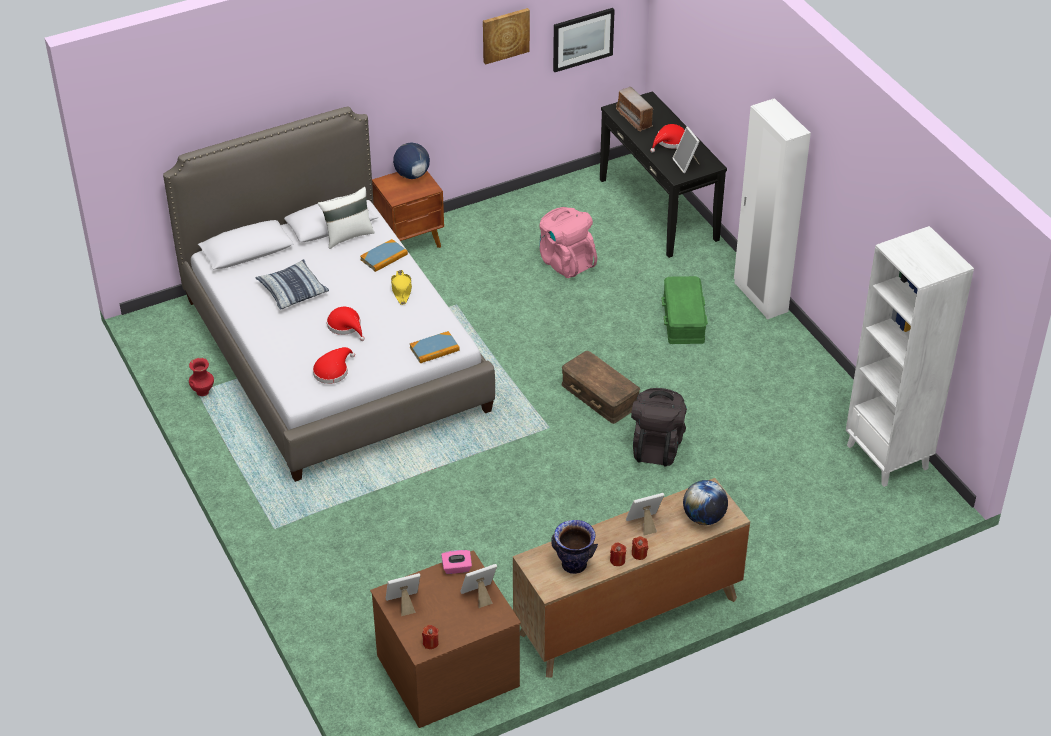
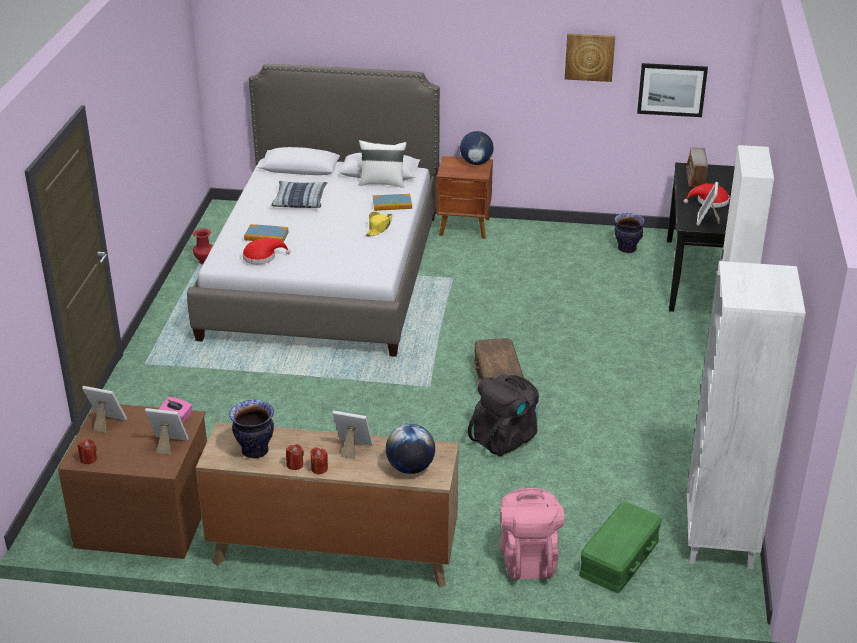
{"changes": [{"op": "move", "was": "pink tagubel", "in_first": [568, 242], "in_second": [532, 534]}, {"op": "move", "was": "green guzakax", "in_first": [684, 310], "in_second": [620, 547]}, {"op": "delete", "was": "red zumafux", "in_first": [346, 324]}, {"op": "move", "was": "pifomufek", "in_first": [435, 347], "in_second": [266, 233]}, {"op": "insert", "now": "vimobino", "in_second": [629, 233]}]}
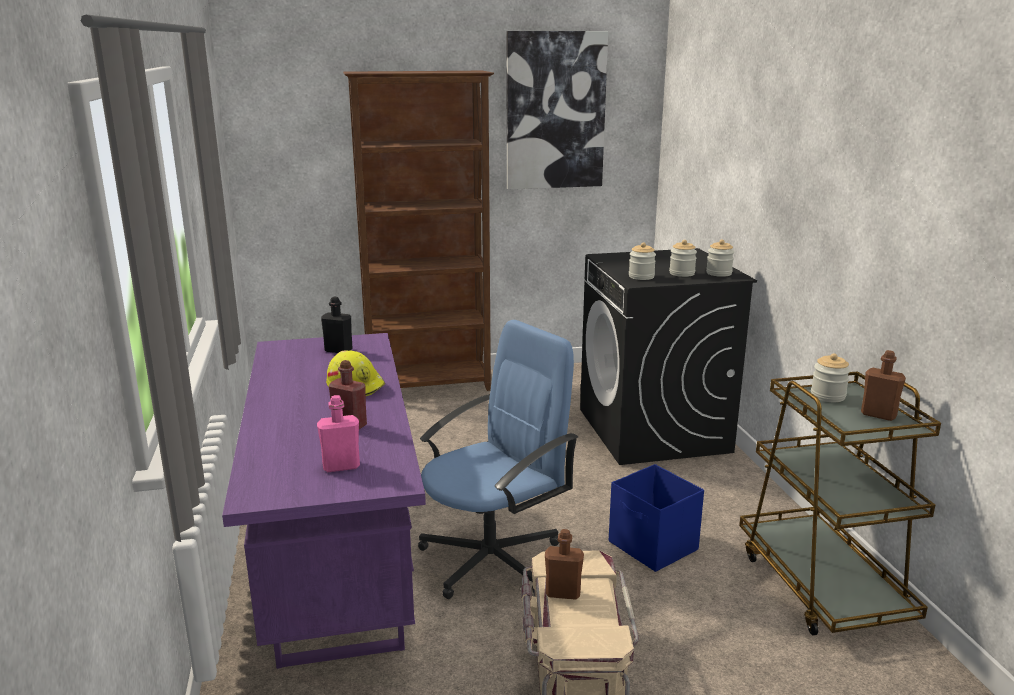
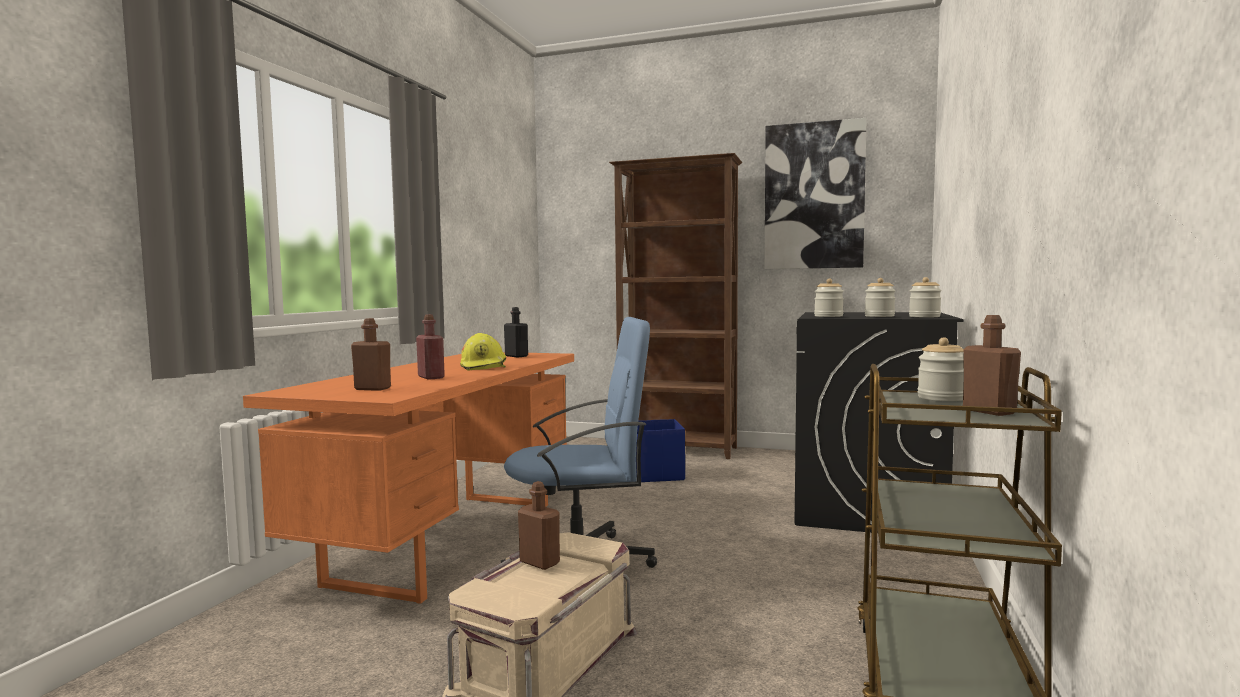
{"changes": [{"op": "recolor", "was": "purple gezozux", "now": "orange gezozux", "in_first": [324, 501], "in_second": [408, 478]}, {"op": "recolor", "was": "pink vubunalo", "now": "brown vubunalo", "in_first": [338, 433], "in_second": [371, 354]}, {"op": "move", "was": "blue guzakax", "in_first": [656, 518], "in_second": [660, 450]}]}
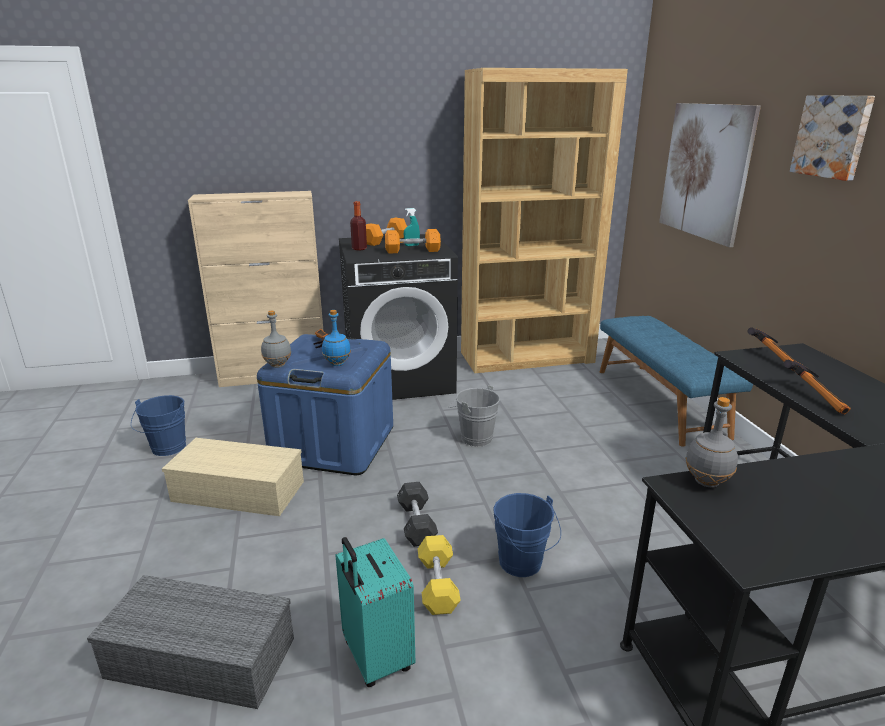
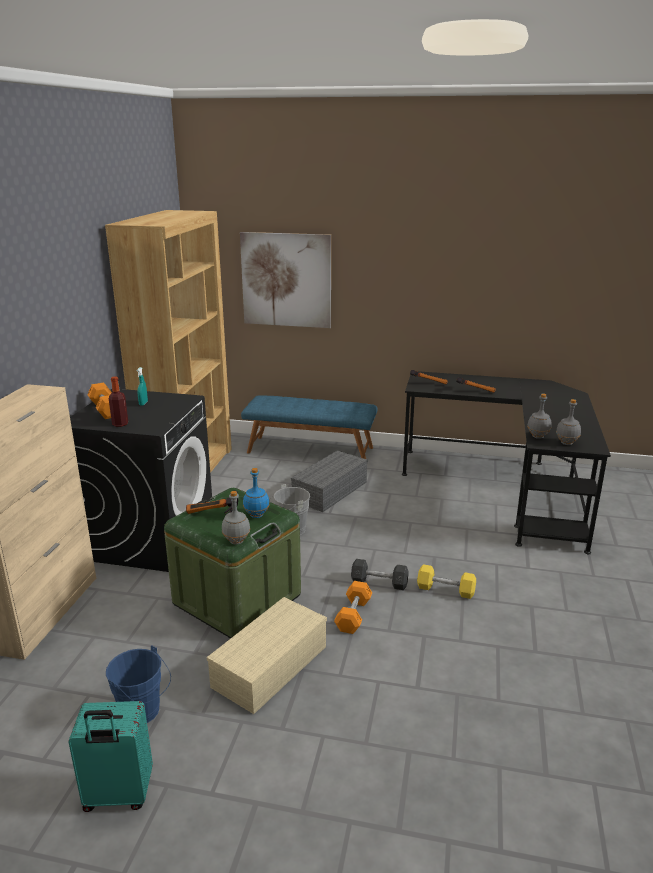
{"changes": [{"op": "delete", "was": "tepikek", "in_first": [832, 138]}, {"op": "move", "was": "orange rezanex", "in_first": [413, 241], "in_second": [353, 607]}, {"op": "recolor", "was": "blue guzakax", "now": "green guzakax", "in_first": [325, 404], "in_second": [232, 563]}, {"op": "delete", "was": "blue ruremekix", "in_first": [527, 535]}, {"op": "move", "was": "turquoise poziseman", "in_first": [375, 612], "in_second": [111, 756]}, {"op": "move", "was": "grey guzakax", "in_first": [190, 642], "in_second": [329, 481]}, {"op": "insert", "now": "grey vubunalo", "in_second": [568, 422]}]}
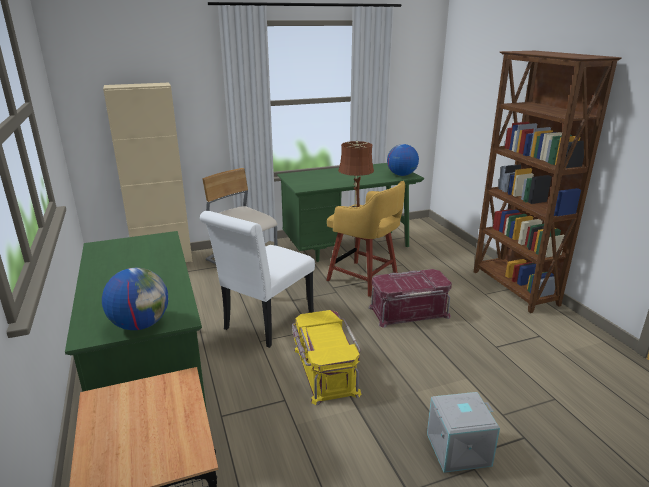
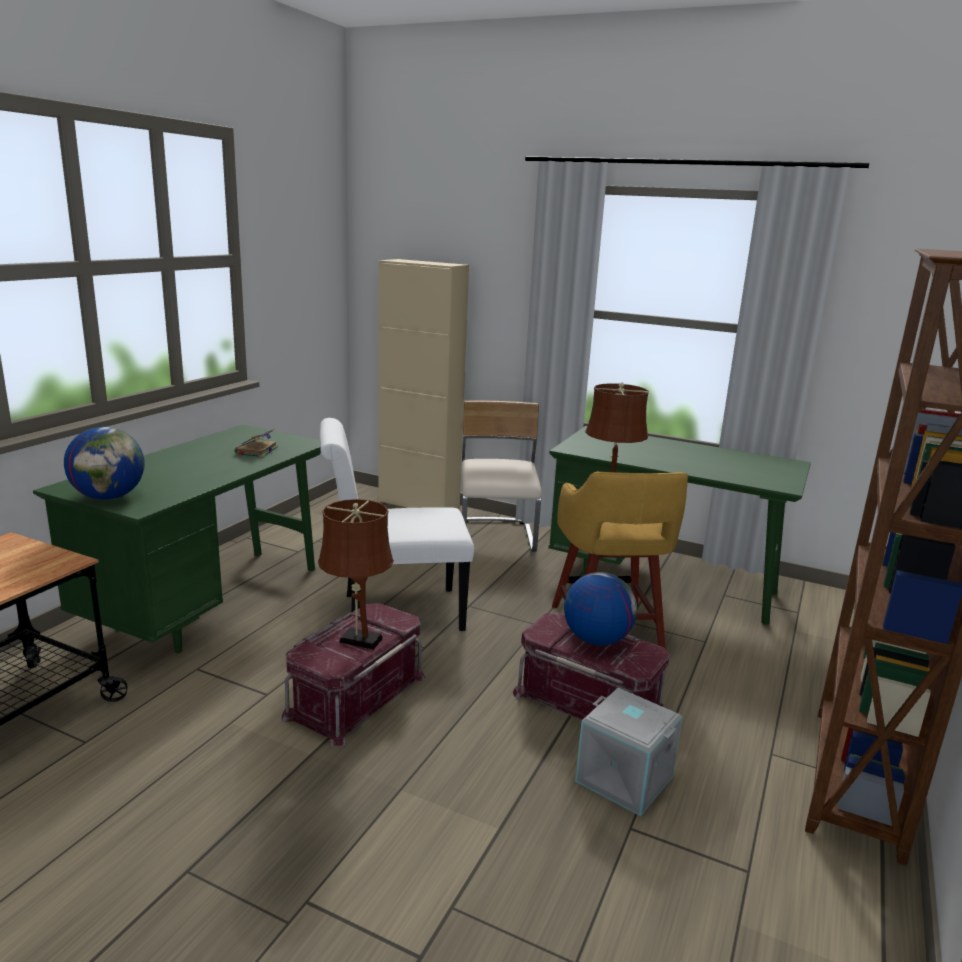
{"changes": [{"op": "move", "was": "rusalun", "in_first": [403, 160], "in_second": [600, 609]}, {"op": "recolor", "was": "yellow guzakax", "now": "red guzakax", "in_first": [327, 357], "in_second": [353, 674]}, {"op": "move", "was": "grey guzakax", "in_first": [463, 432], "in_second": [629, 752]}, {"op": "insert", "now": "pifomufek", "in_second": [256, 443]}, {"op": "insert", "now": "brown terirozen", "in_second": [356, 574]}]}
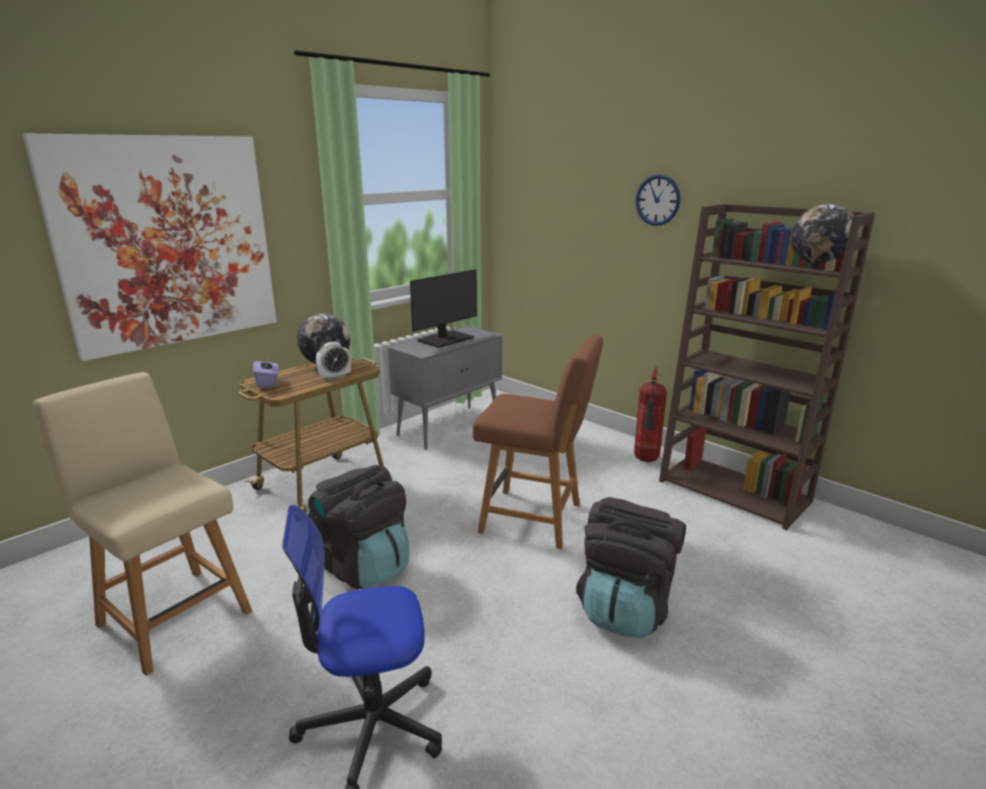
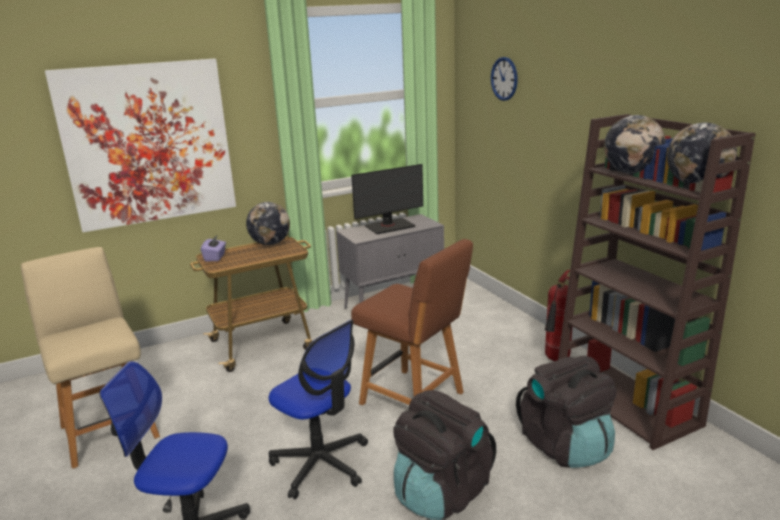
{"changes": [{"op": "move", "was": "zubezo", "in_first": [657, 200], "in_second": [504, 79]}, {"op": "delete", "was": "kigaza", "in_first": [333, 360]}, {"op": "move", "was": "black tagubel", "in_first": [359, 527], "in_second": [566, 412]}, {"op": "insert", "now": "rusalun", "in_second": [635, 144]}, {"op": "insert", "now": "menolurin", "in_second": [318, 409]}]}
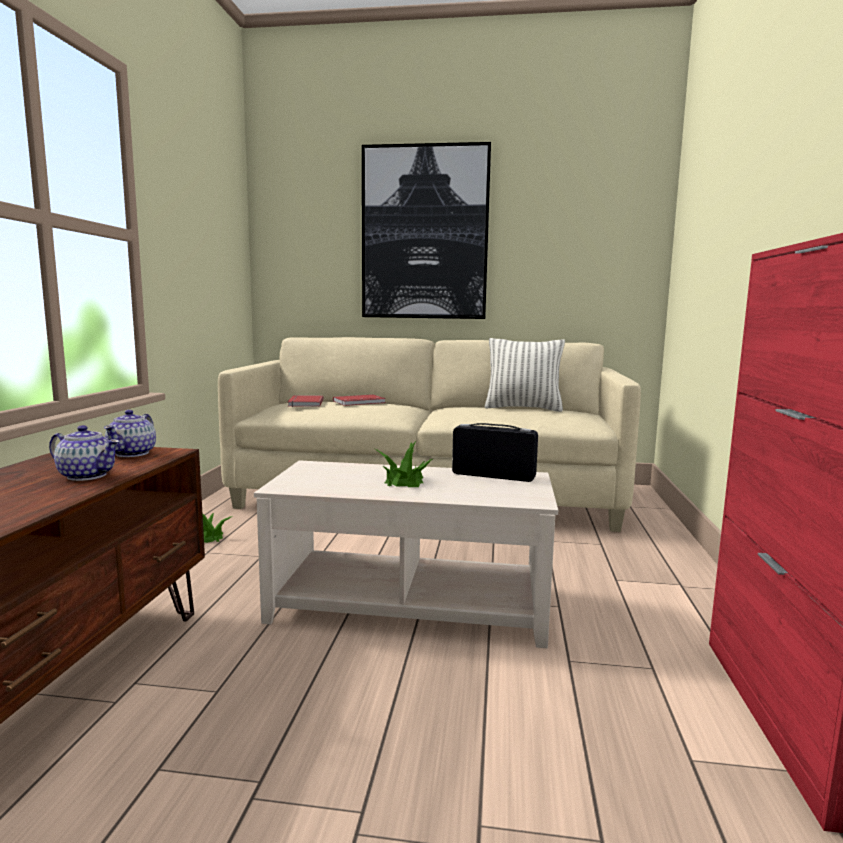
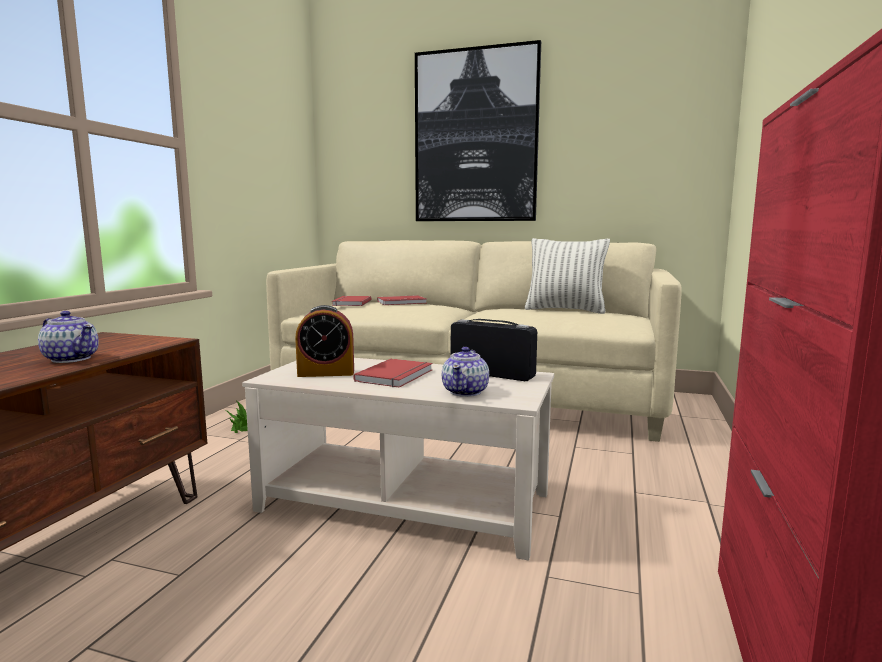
{"changes": [{"op": "move", "was": "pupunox", "in_first": [130, 433], "in_second": [465, 372]}, {"op": "replace", "was": "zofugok", "now": "red pifomufek", "in_first": [403, 464], "in_second": [392, 373]}, {"op": "insert", "now": "kigaza", "in_second": [324, 341]}]}
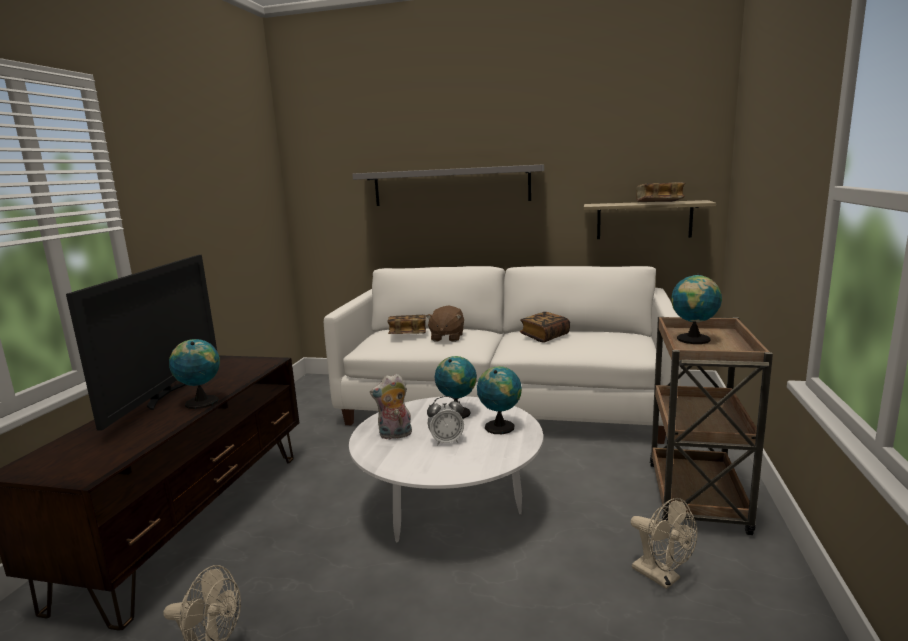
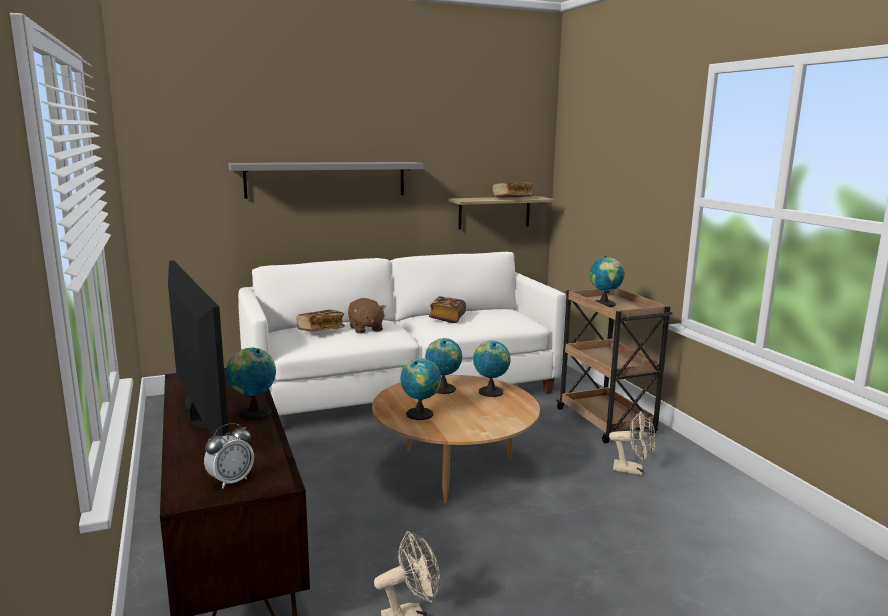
{"changes": [{"op": "replace", "was": "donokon", "now": "rusalun", "in_first": [391, 407], "in_second": [421, 389]}, {"op": "recolor", "was": "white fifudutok", "now": "brown fifudutok", "in_first": [446, 469], "in_second": [456, 439]}, {"op": "move", "was": "kigaza", "in_first": [445, 421], "in_second": [229, 456]}]}
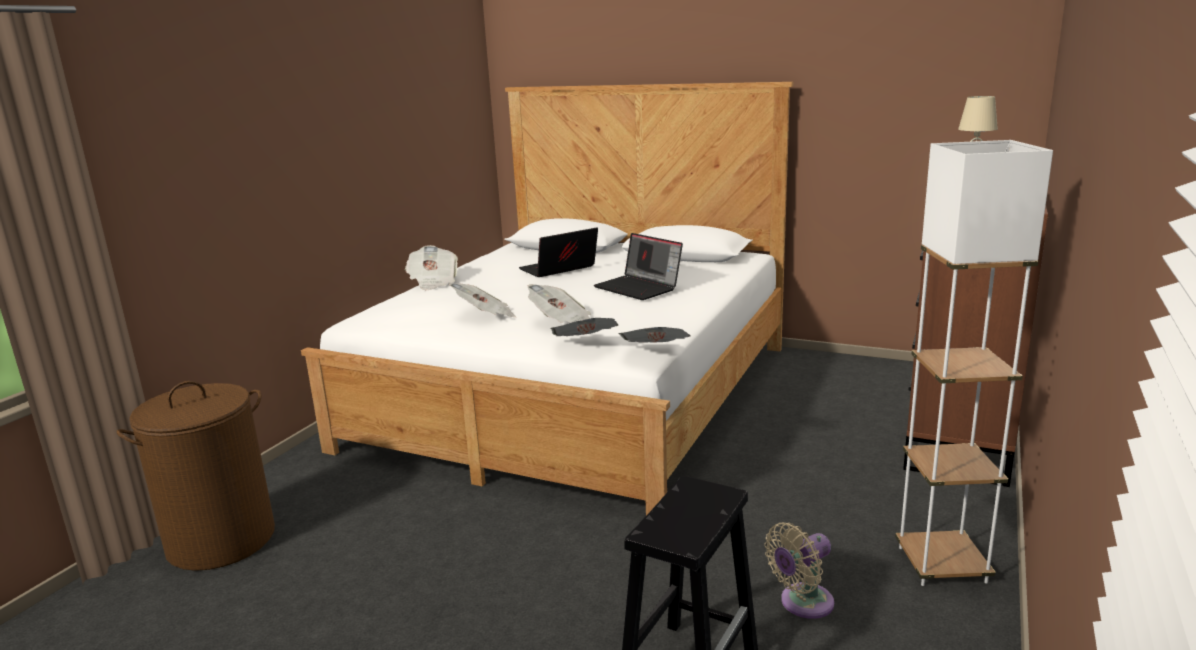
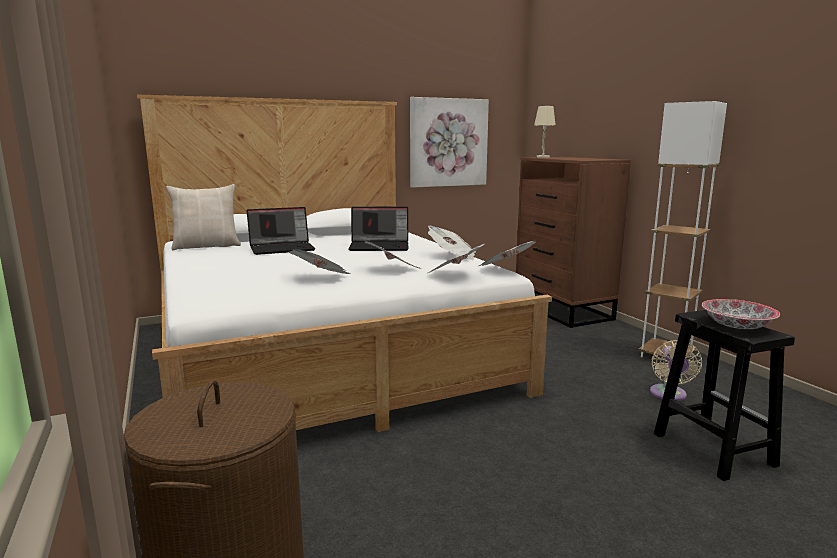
{"changes": [{"op": "rotate", "was": "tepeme", "in_first": [558, 252], "in_second": [280, 231], "clockwise": -120}, {"op": "move", "was": "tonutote", "in_first": [431, 267], "in_second": [452, 243]}, {"op": "insert", "now": "tepikek", "in_second": [449, 142]}, {"op": "insert", "now": "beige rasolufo", "in_second": [203, 217]}, {"op": "insert", "now": "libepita", "in_second": [741, 314]}]}
